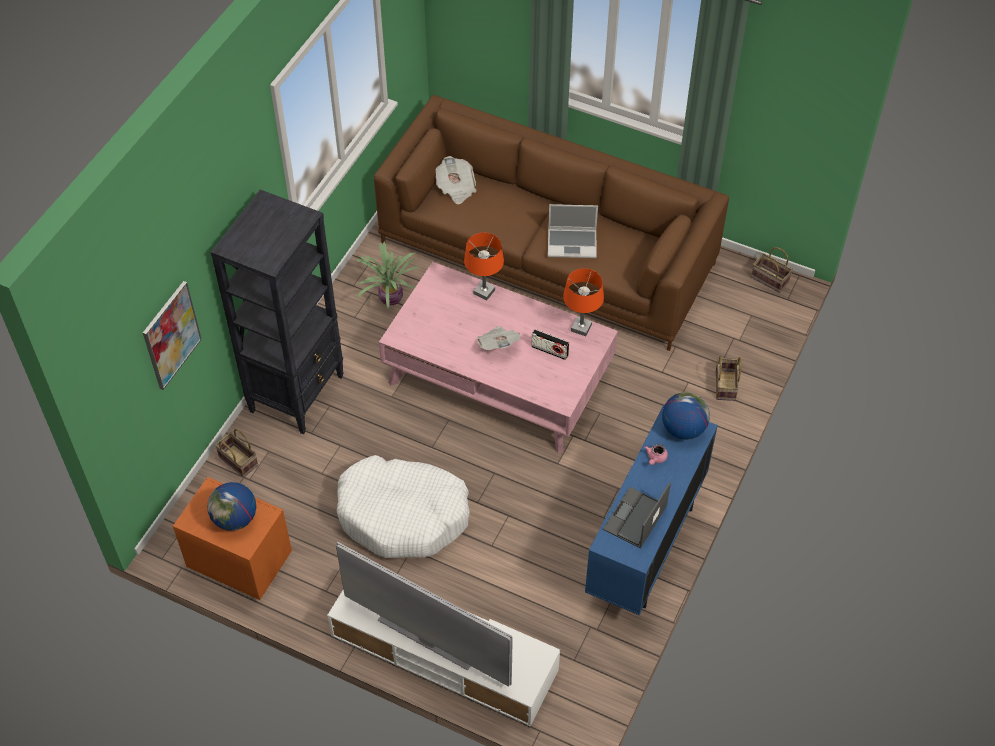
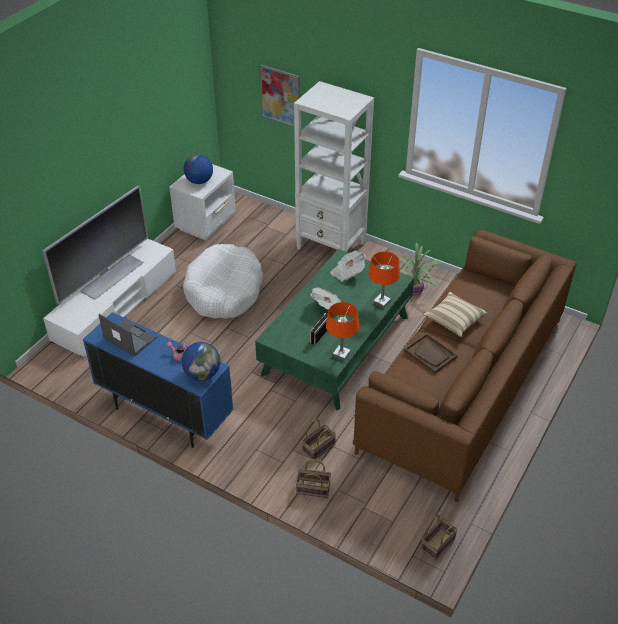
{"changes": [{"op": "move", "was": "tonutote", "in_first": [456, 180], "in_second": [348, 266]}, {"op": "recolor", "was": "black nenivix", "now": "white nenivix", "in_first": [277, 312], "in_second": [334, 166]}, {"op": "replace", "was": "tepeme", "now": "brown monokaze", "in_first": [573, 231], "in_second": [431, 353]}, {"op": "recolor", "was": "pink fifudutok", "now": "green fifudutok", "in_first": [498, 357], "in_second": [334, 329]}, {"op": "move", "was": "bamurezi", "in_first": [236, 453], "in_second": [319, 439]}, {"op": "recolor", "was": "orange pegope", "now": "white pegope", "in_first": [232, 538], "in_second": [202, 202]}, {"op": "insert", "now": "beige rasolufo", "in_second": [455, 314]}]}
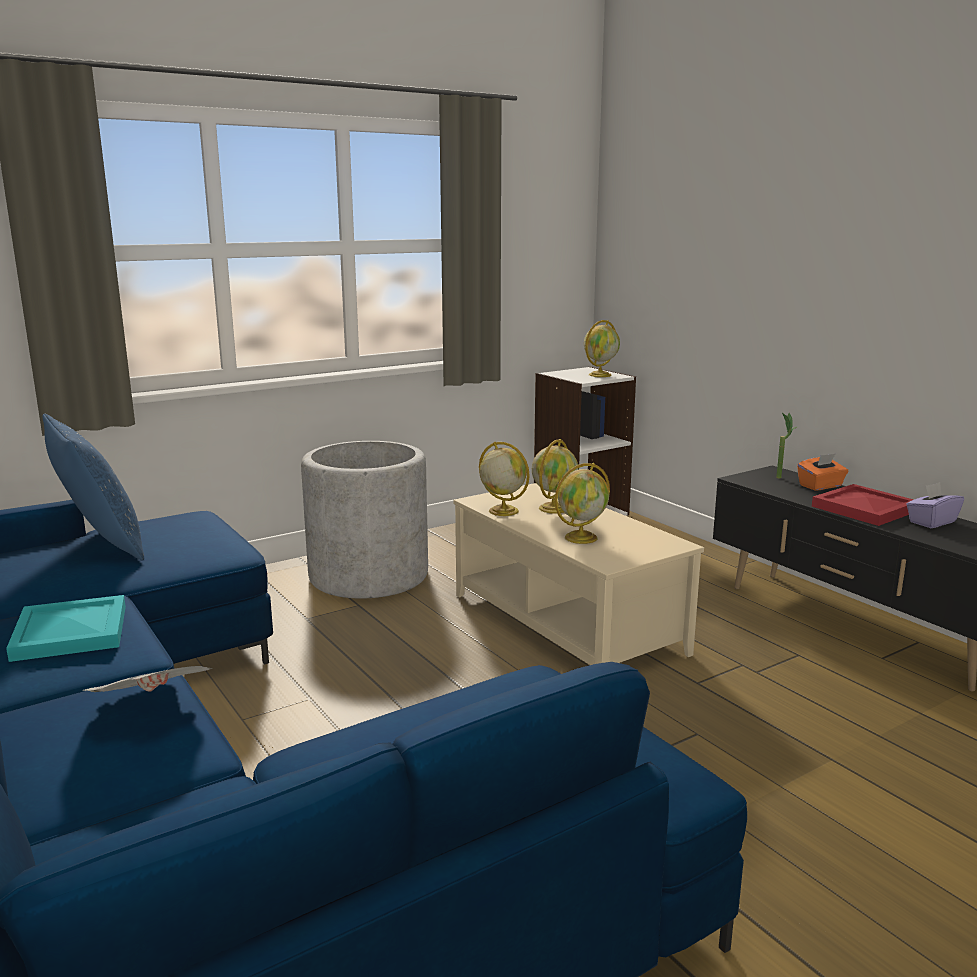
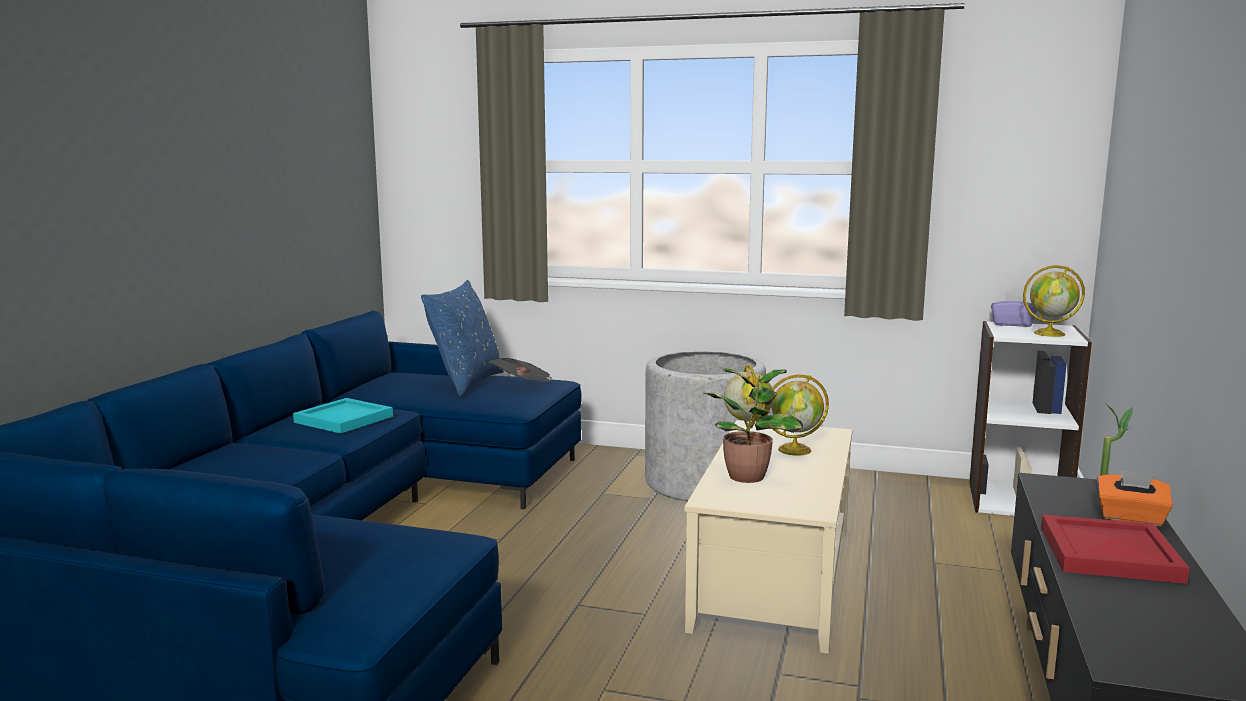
{"changes": [{"op": "replace", "was": "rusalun", "now": "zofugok", "in_first": [582, 503], "in_second": [753, 425]}, {"op": "move", "was": "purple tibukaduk", "in_first": [935, 505], "in_second": [1014, 309]}, {"op": "move", "was": "tonutote", "in_first": [147, 679], "in_second": [520, 369]}]}
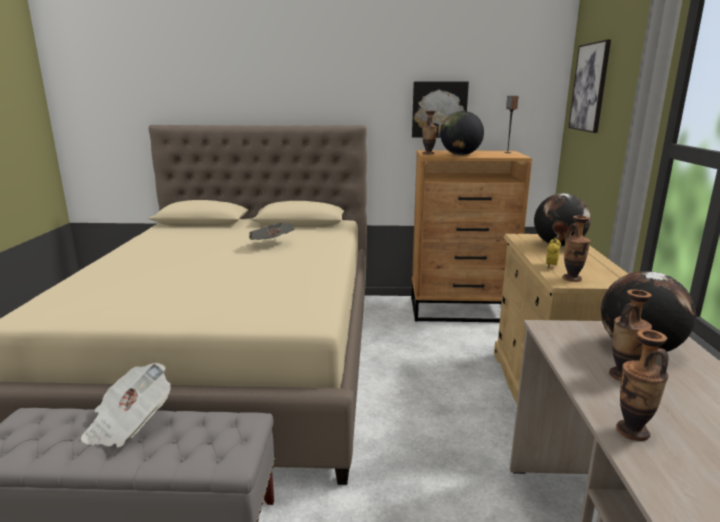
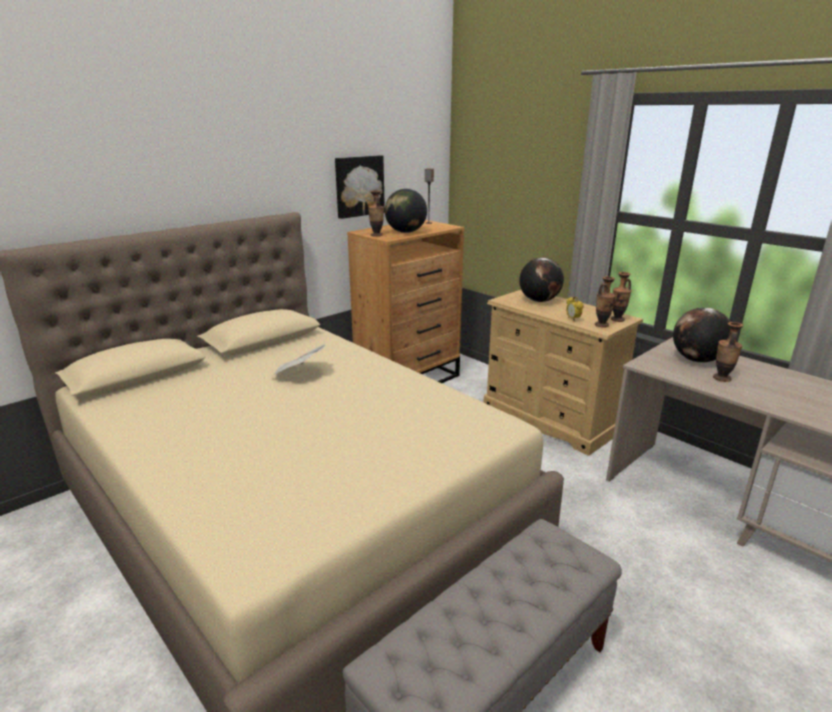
{"changes": [{"op": "delete", "was": "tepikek", "in_first": [589, 86]}, {"op": "move", "was": "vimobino", "in_first": [642, 385], "in_second": [621, 297]}, {"op": "delete", "was": "tonutote", "in_first": [126, 405]}]}
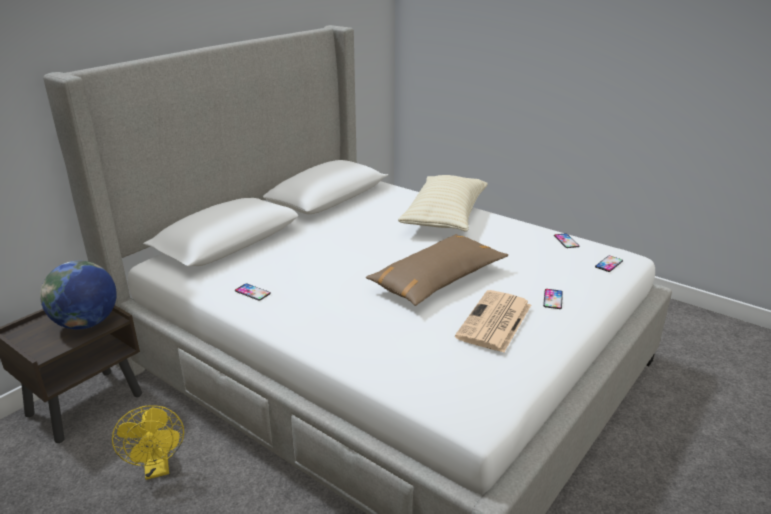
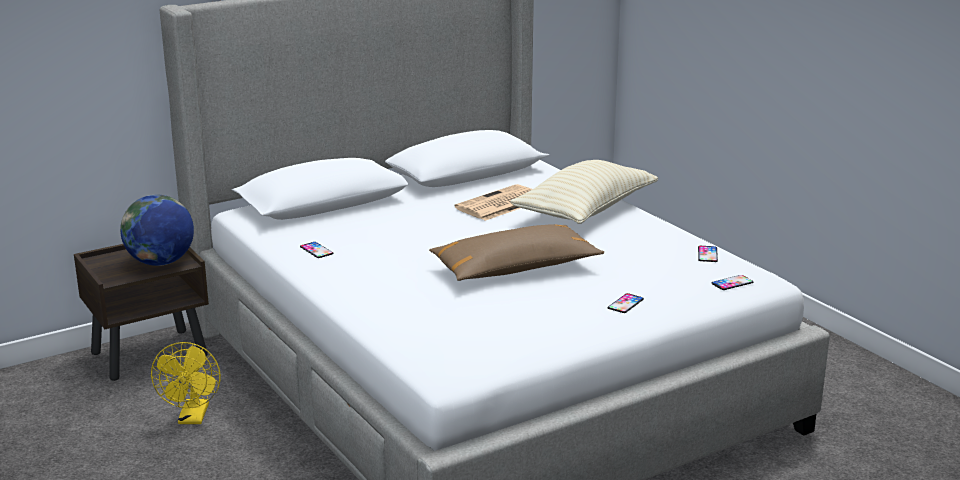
{"changes": [{"op": "move", "was": "tonutote", "in_first": [493, 321], "in_second": [493, 202]}]}
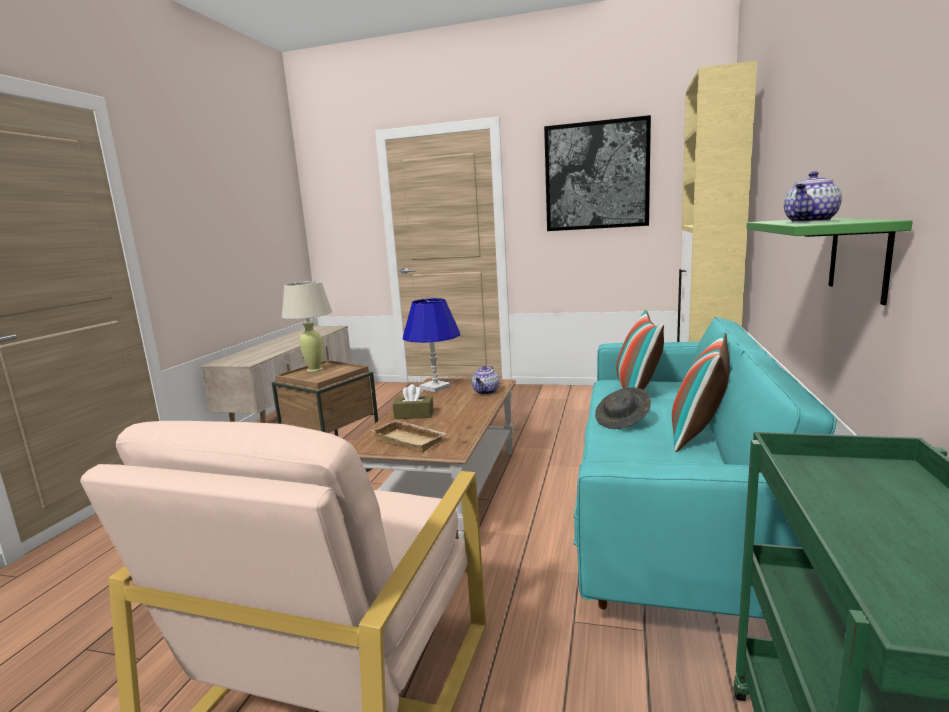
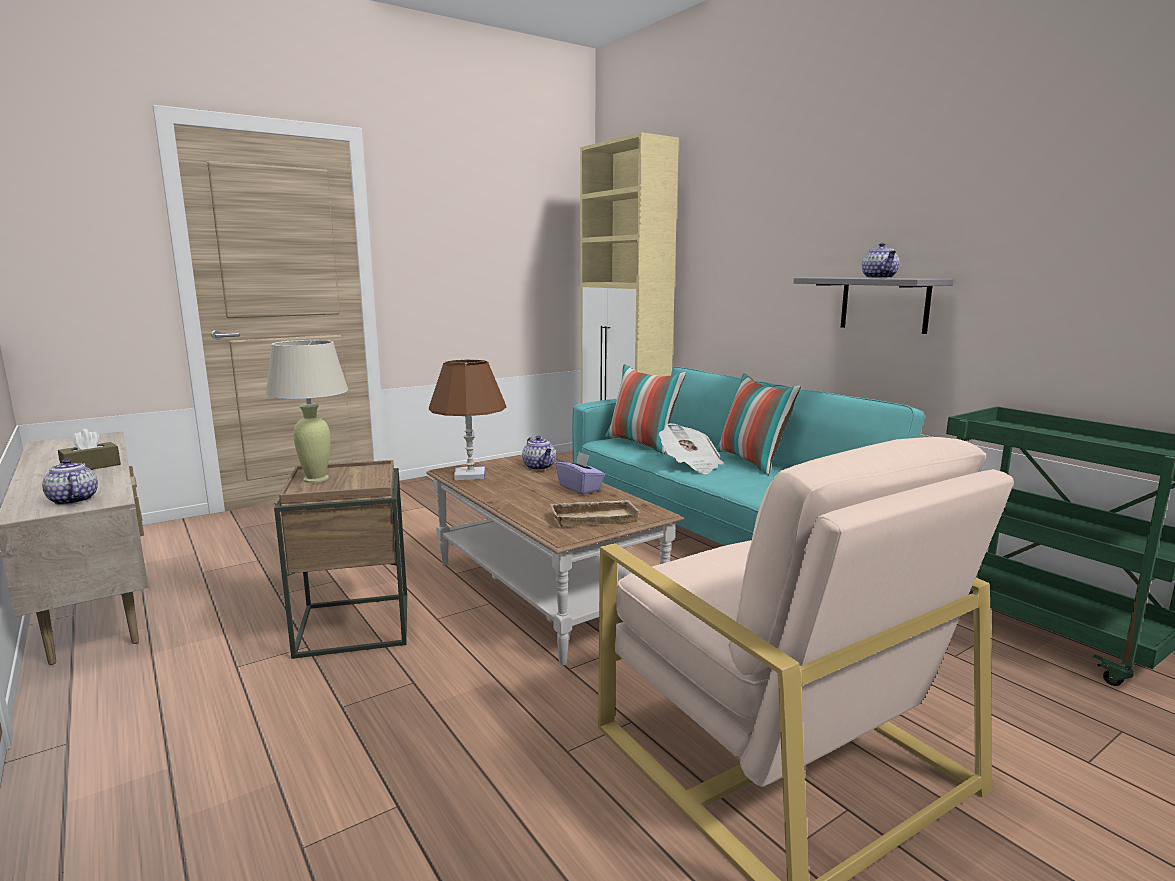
{"changes": [{"op": "delete", "was": "tepikek", "in_first": [597, 173]}, {"op": "recolor", "was": "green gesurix", "now": "grey gesurix", "in_first": [829, 261], "in_second": [873, 305]}, {"op": "recolor", "was": "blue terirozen", "now": "brown terirozen", "in_first": [431, 345], "in_second": [467, 420]}, {"op": "move", "was": "brown tibukaduk", "in_first": [413, 401], "in_second": [89, 449]}, {"op": "replace", "was": "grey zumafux", "now": "tonutote", "in_first": [623, 408], "in_second": [691, 448]}, {"op": "insert", "now": "purple tibukaduk", "in_second": [580, 473]}, {"op": "insert", "now": "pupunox", "in_second": [70, 482]}]}
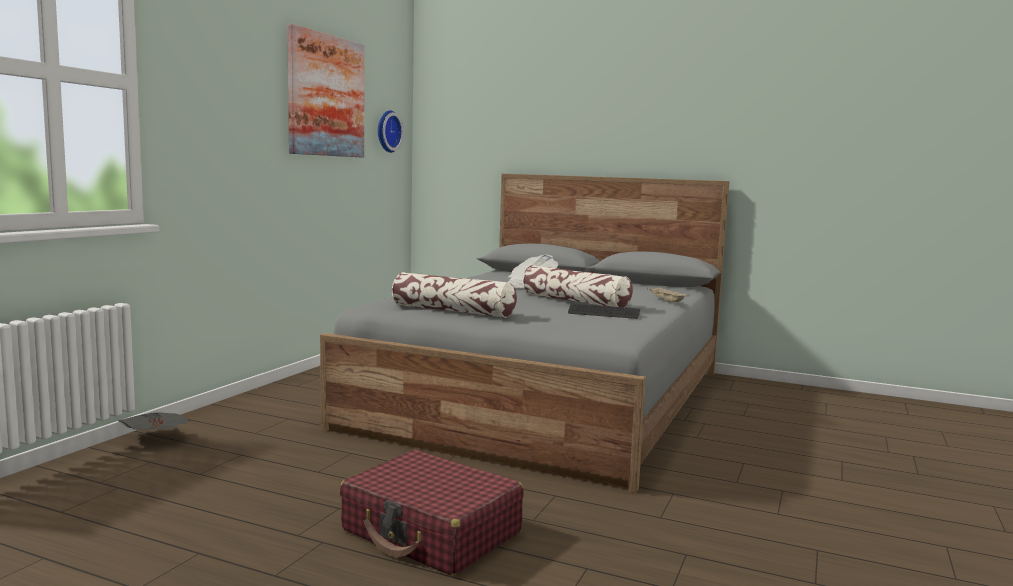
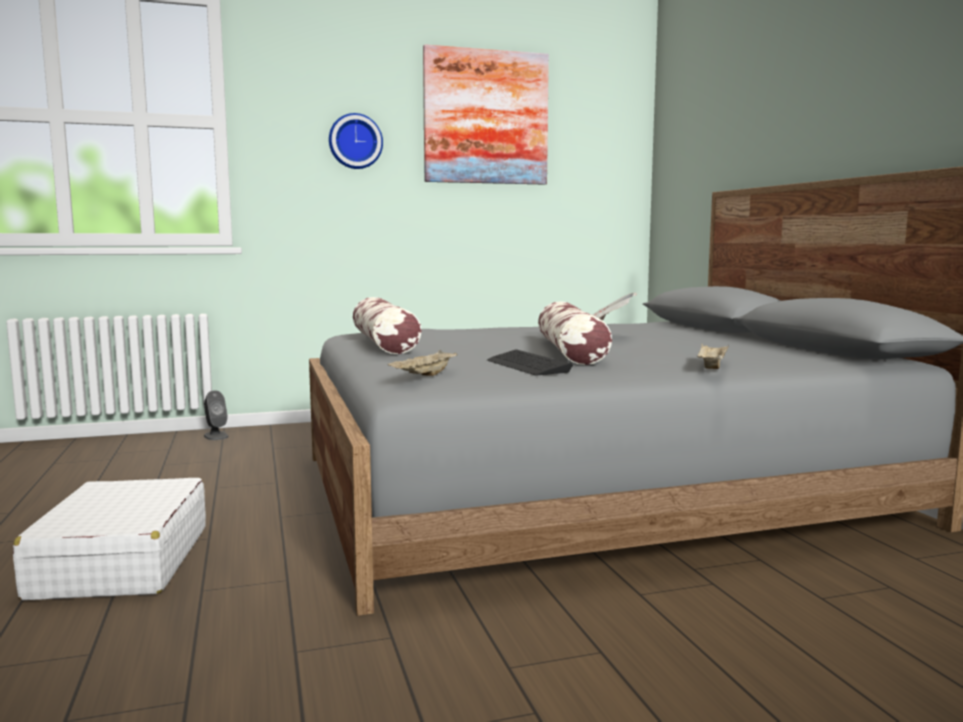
{"changes": [{"op": "move", "was": "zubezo", "in_first": [391, 131], "in_second": [356, 141]}, {"op": "replace", "was": "tonutote", "now": "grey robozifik", "in_first": [154, 421], "in_second": [216, 415]}, {"op": "recolor", "was": "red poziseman", "now": "white poziseman", "in_first": [432, 513], "in_second": [109, 539]}, {"op": "insert", "now": "beige monokaze", "in_second": [423, 363]}]}
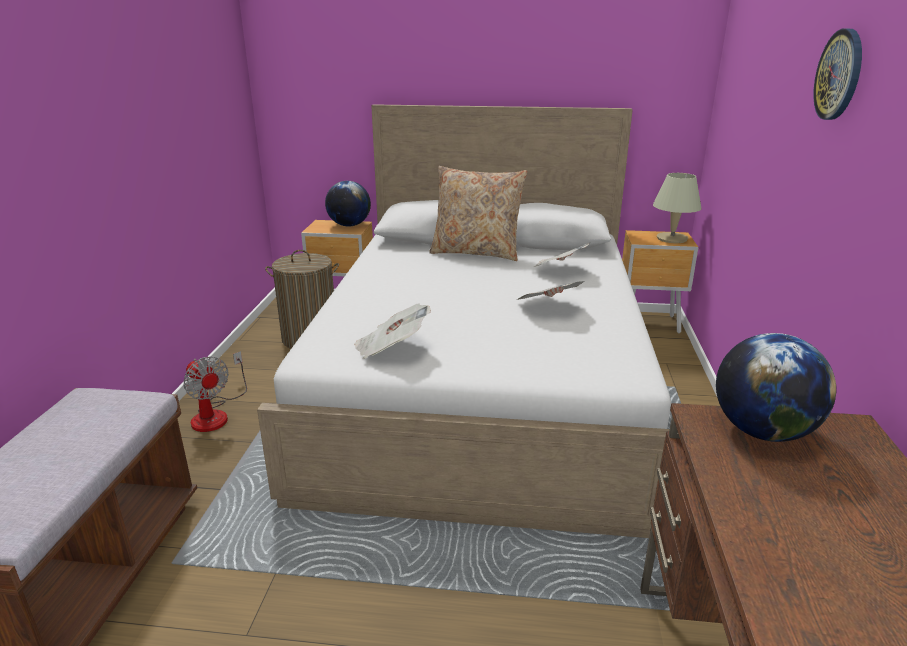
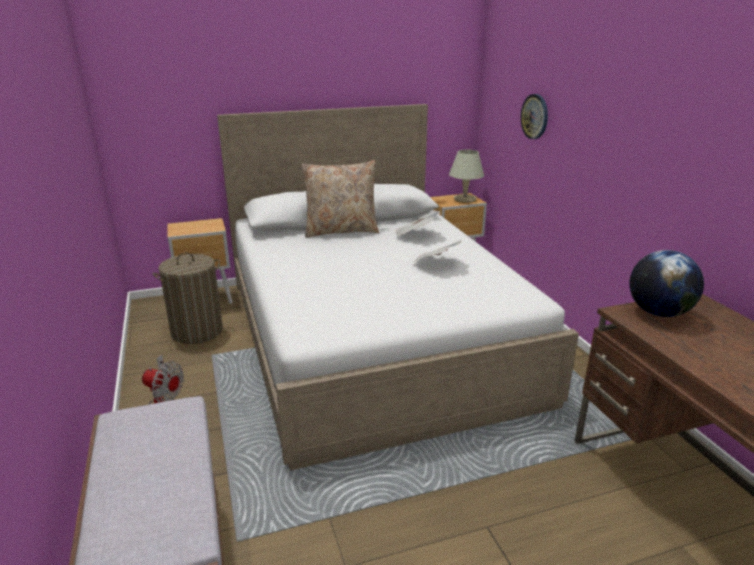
{"changes": [{"op": "move", "was": "zubezo", "in_first": [837, 74], "in_second": [534, 116]}, {"op": "delete", "was": "rusalun", "in_first": [348, 203]}, {"op": "delete", "was": "tonutote", "in_first": [392, 331]}]}
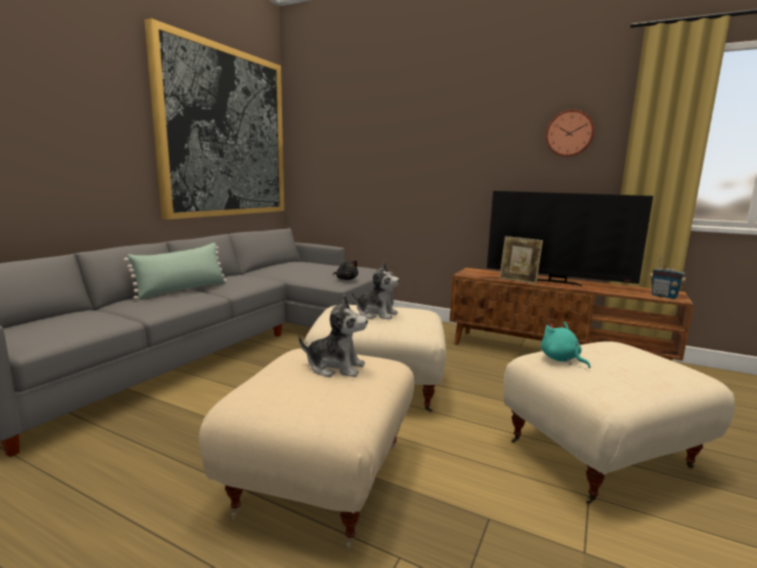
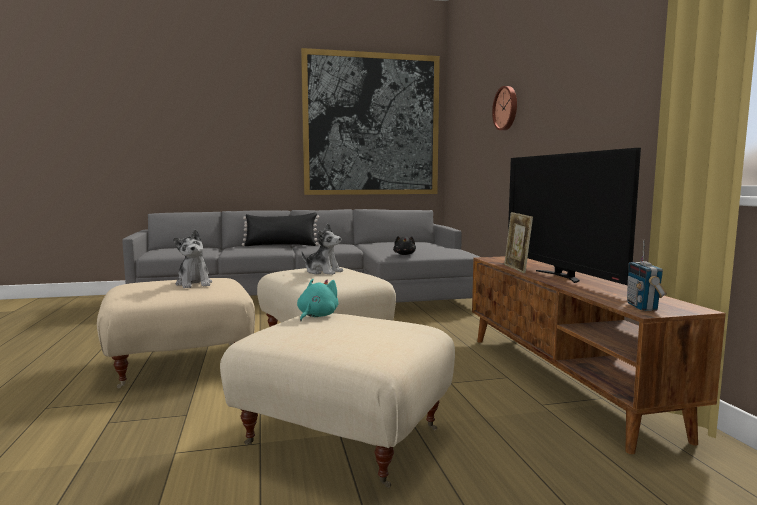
{"changes": [{"op": "move", "was": "zubezo", "in_first": [570, 133], "in_second": [504, 108]}, {"op": "recolor", "was": "green rasolufo", "now": "black rasolufo", "in_first": [175, 271], "in_second": [280, 229]}, {"op": "rotate", "was": "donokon", "in_first": [375, 291], "in_second": [322, 249], "clockwise": -45}]}
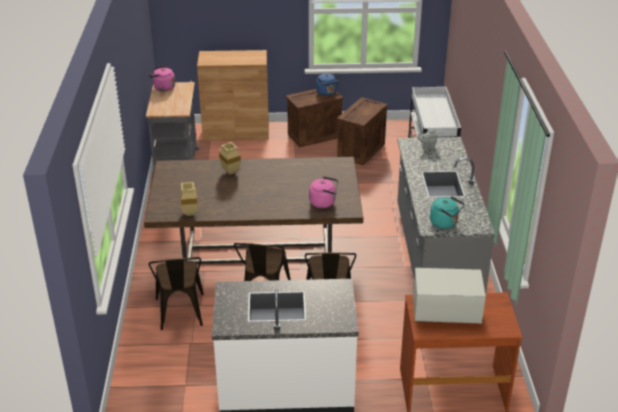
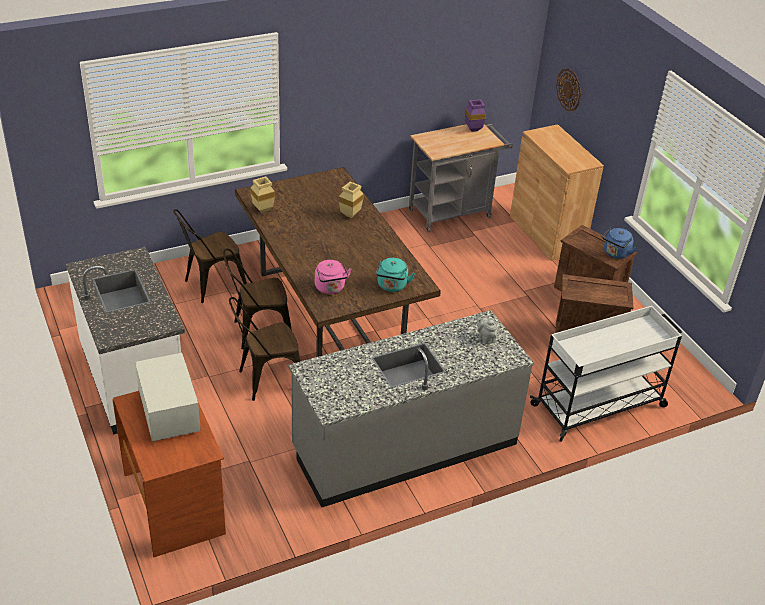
{"changes": [{"op": "replace", "was": "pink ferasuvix", "now": "purple vimobino", "in_first": [162, 78], "in_second": [475, 115]}, {"op": "move", "was": "turquoise ferasuvix", "in_first": [447, 212], "in_second": [395, 275]}, {"op": "insert", "now": "zubezo", "in_second": [568, 89]}]}
